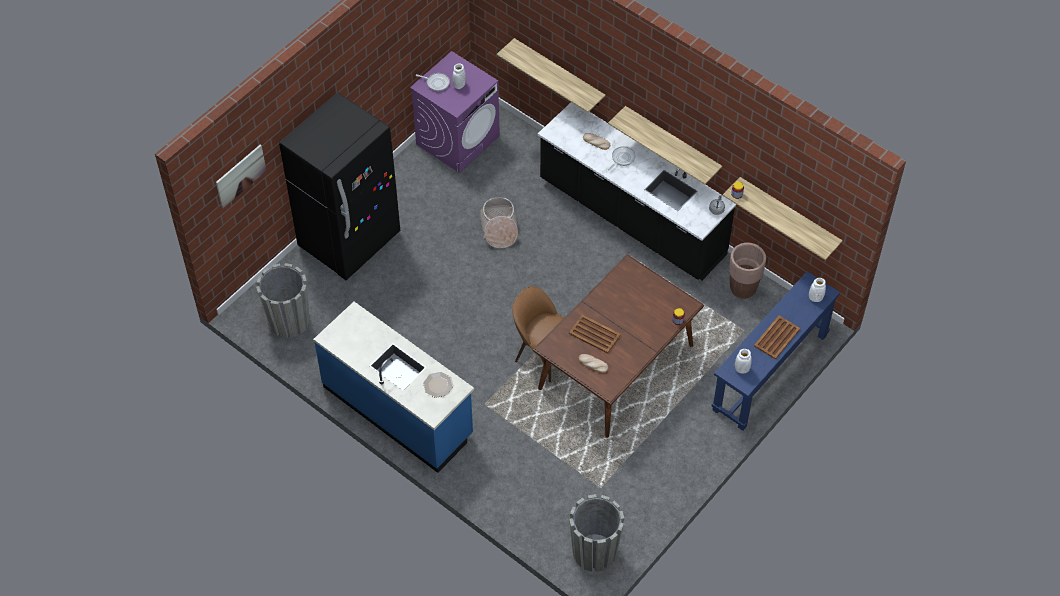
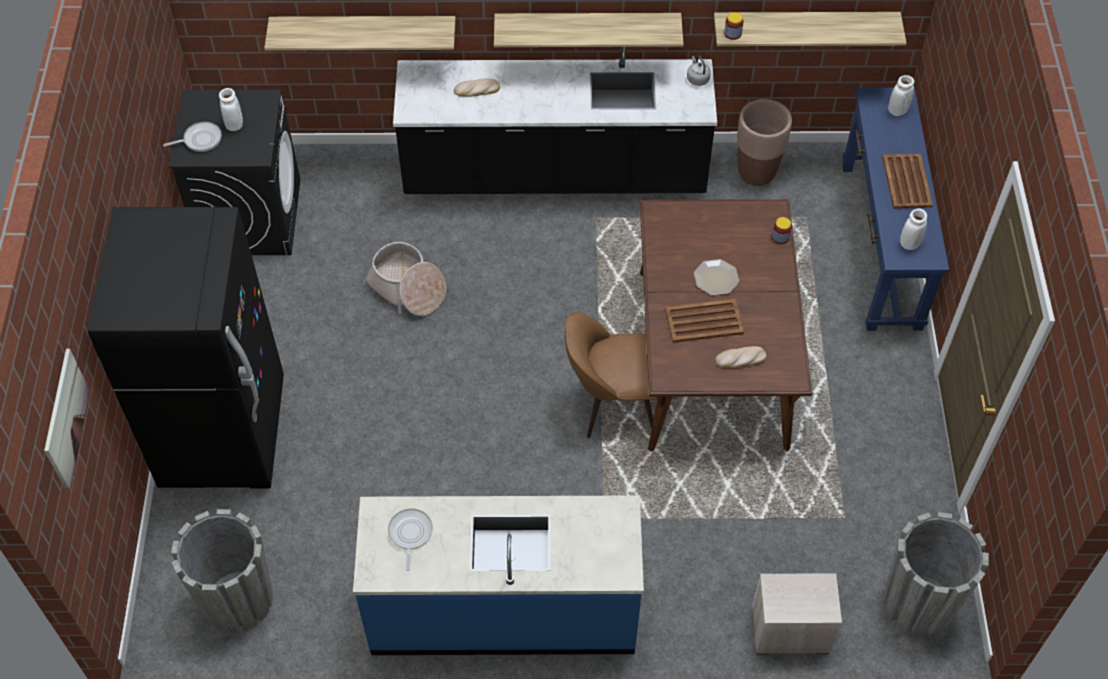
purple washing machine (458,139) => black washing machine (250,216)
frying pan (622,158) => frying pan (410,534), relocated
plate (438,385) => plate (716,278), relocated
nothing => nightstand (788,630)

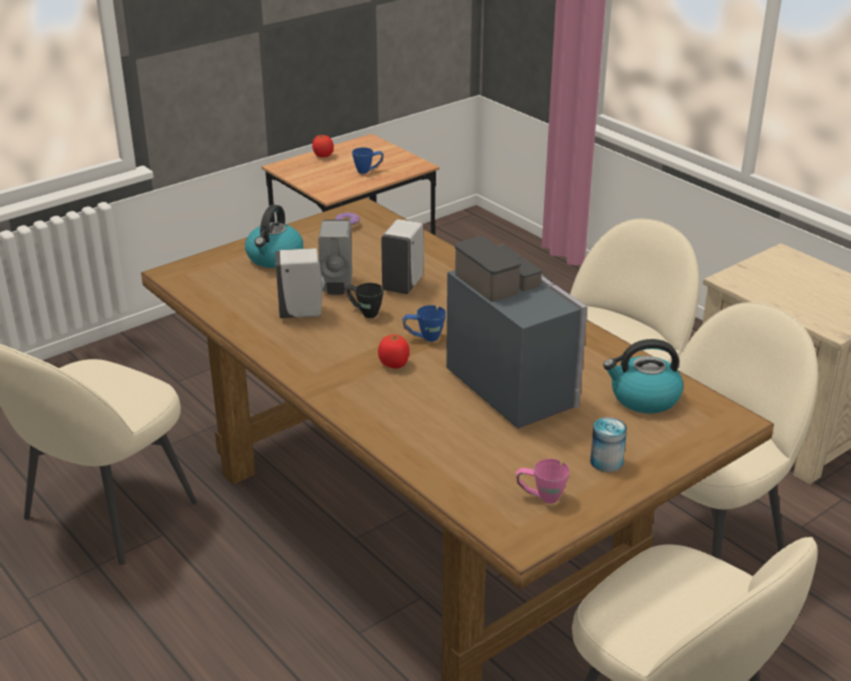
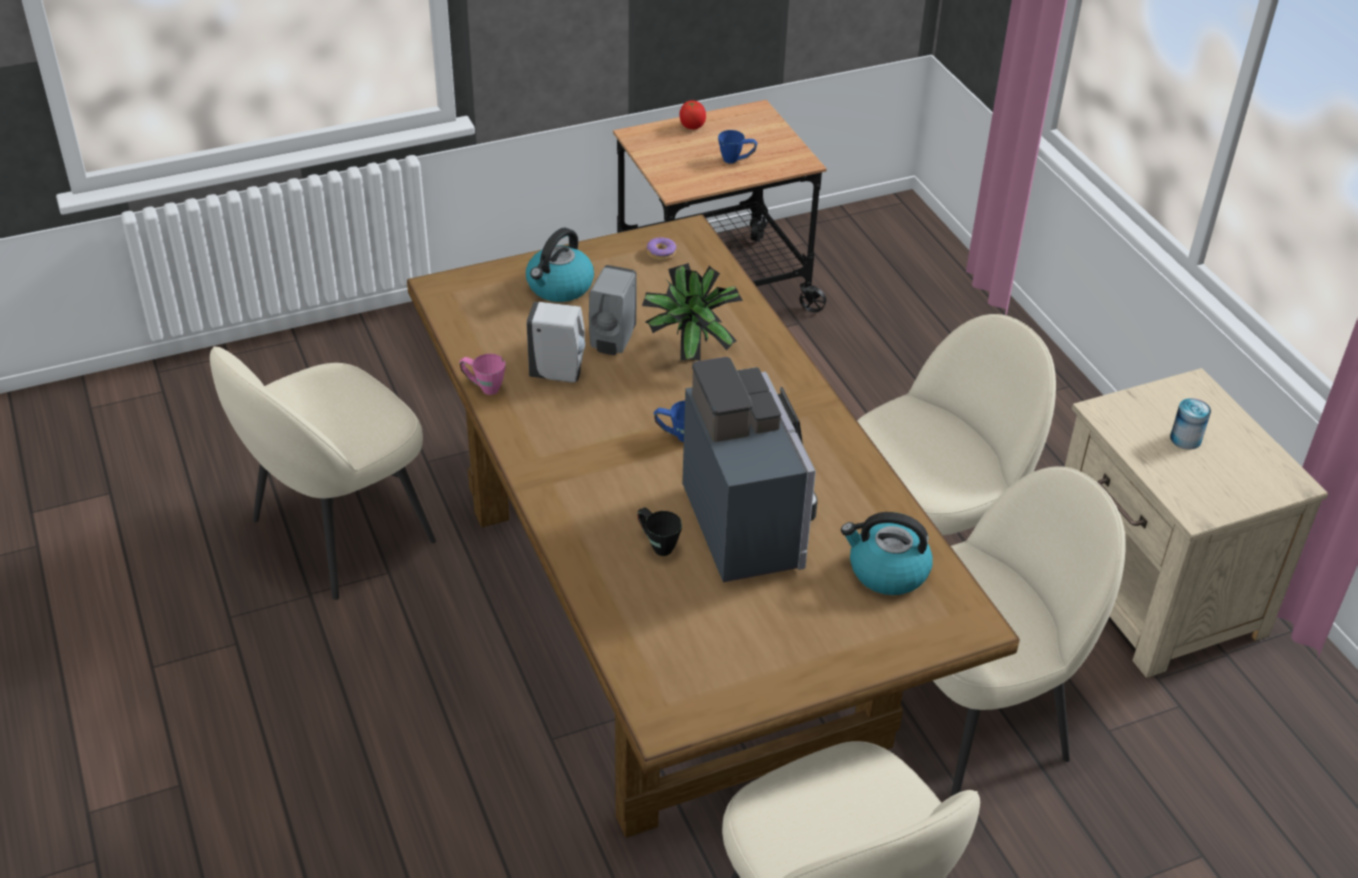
pink mug (540,497) => pink mug (483,387), relocated
black mug (364,312) => black mug (657,544), relocated
white soap dispenser (403,284) => potted plant (688,355)
can (606,462) => can (1185,439), relocated
tomato (394,364) => nothing

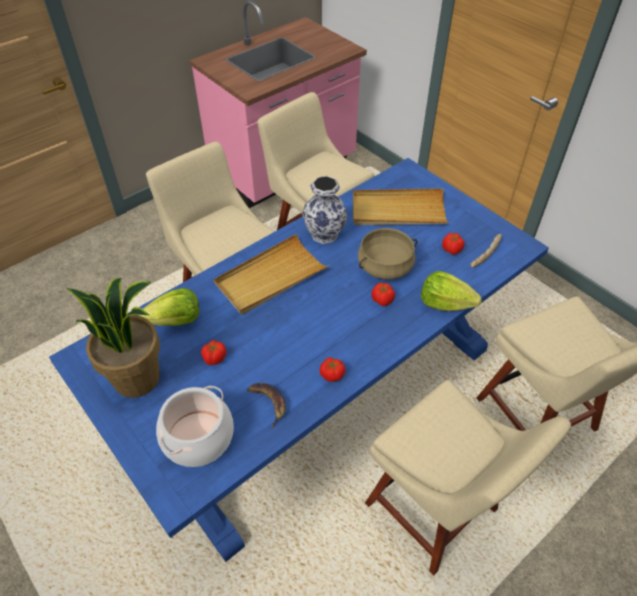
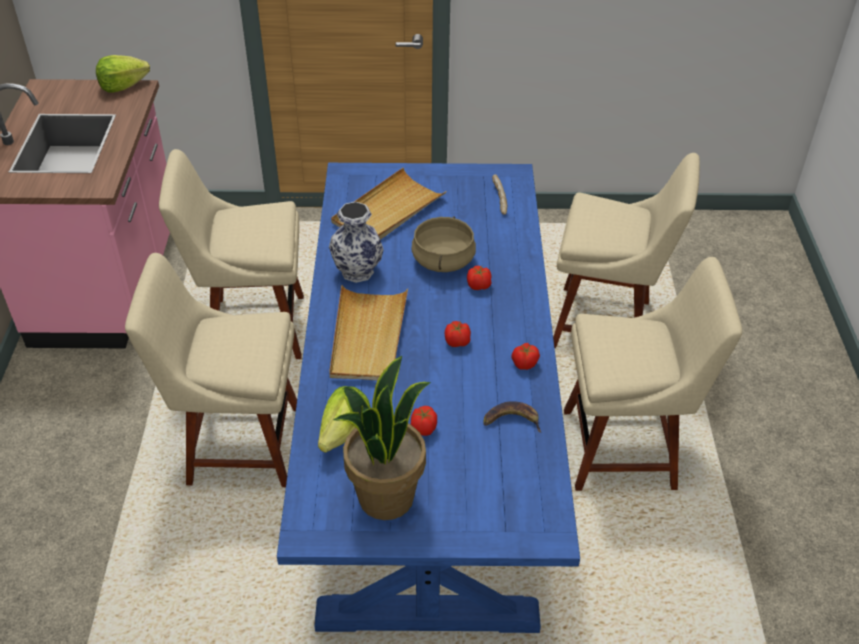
lettuce (445,303) => lettuce (123,86), relocated
tomato (451,250) => tomato (457,342), relocated
cooking pot (198,437) => nothing

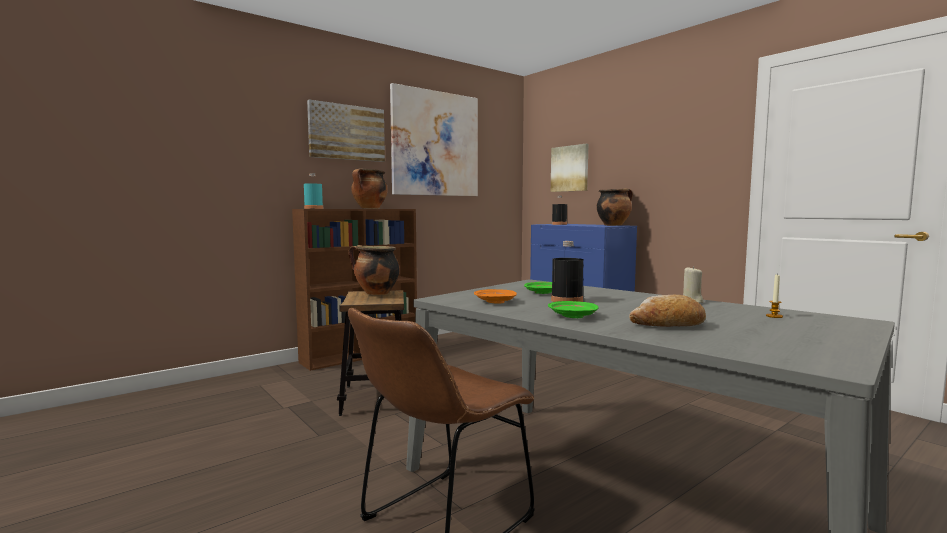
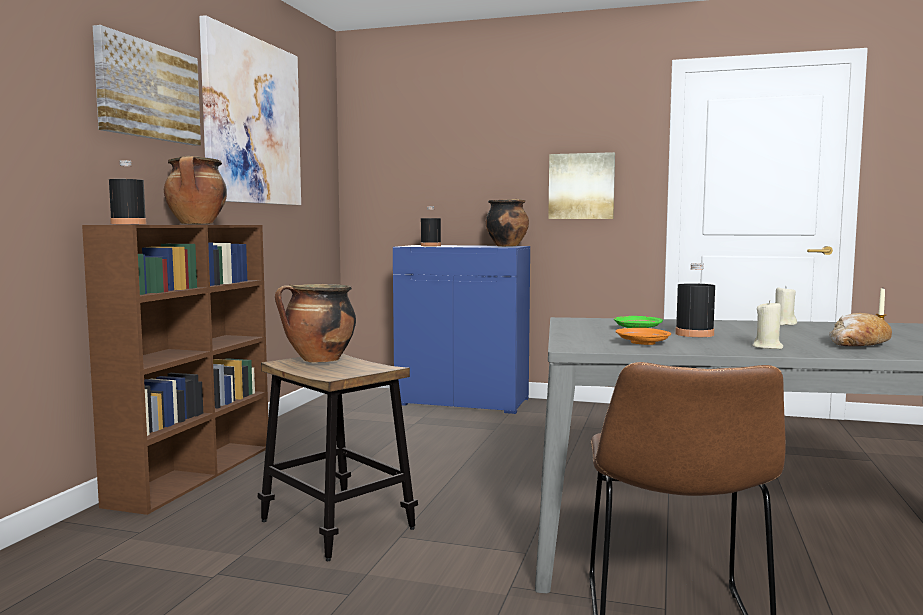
turquoise bottle (313,208) => black bottle (128,224)
picture (570,168) => picture (581,186), relocated
green plate (572,316) => beige candle (767,347)

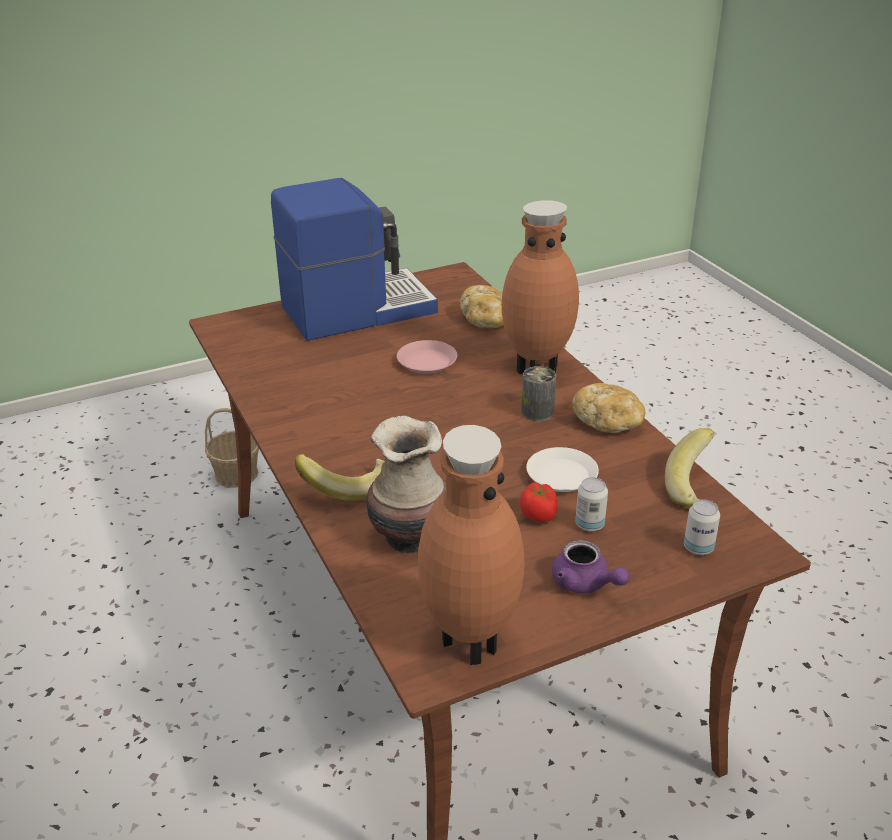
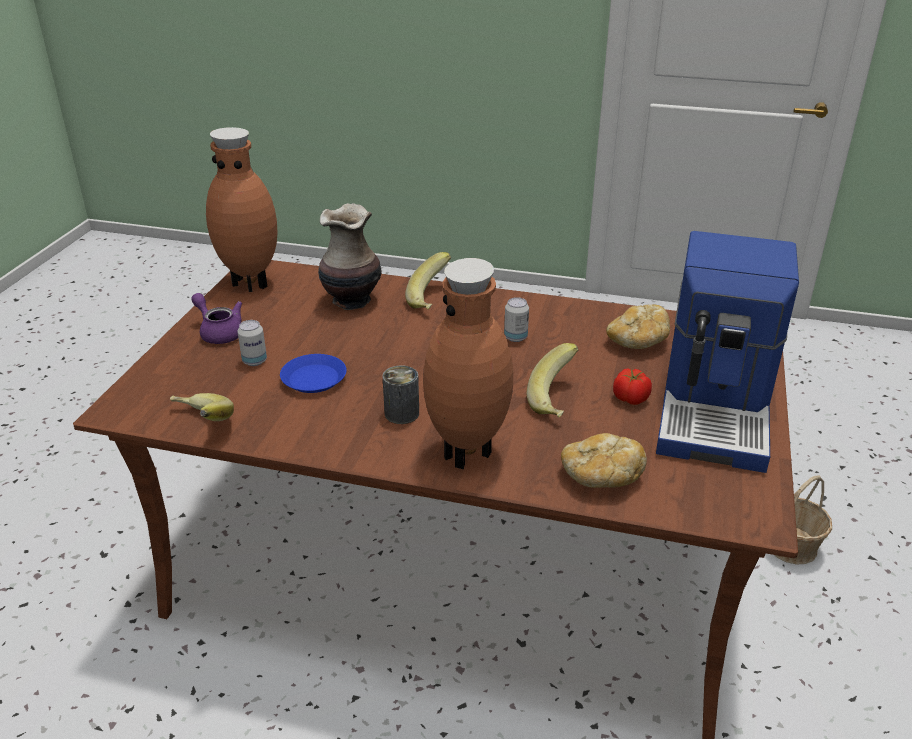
purple teapot (585,584) => purple teapot (219,332), 45 degrees clockwise
white plate (561,476) => blue plate (313,378)
can (698,548) => can (515,337), relocated
pink plate (427,362) => banana (557,400)
bread (608,422) => bread (637,342), relocated
tomato (538,515) => tomato (630,399), relocated

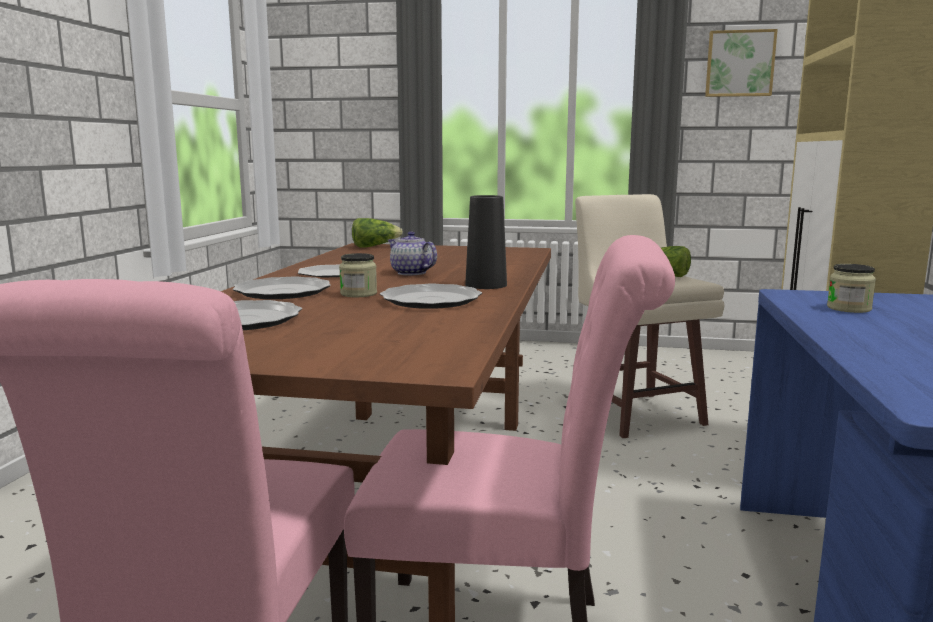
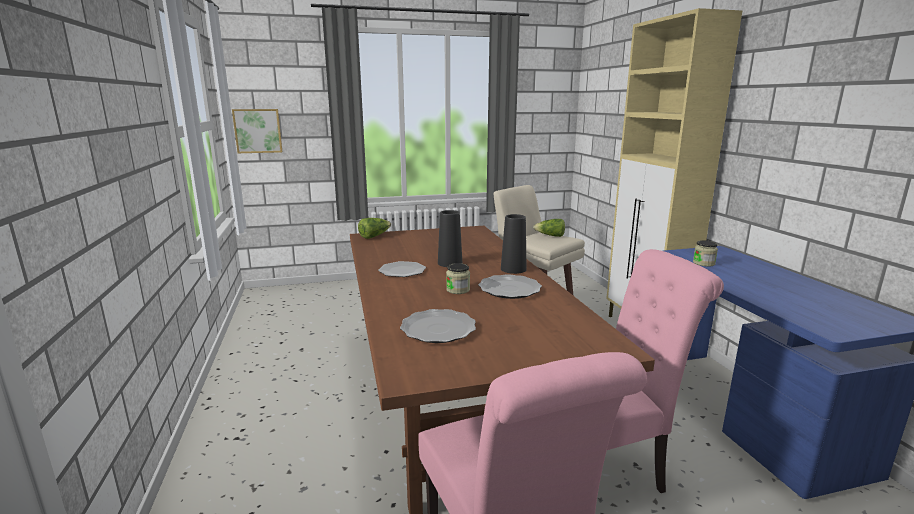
picture (739,64) => picture (258,131), relocated
teapot (410,273) => black vase (450,263)
plate (283,292) => nothing

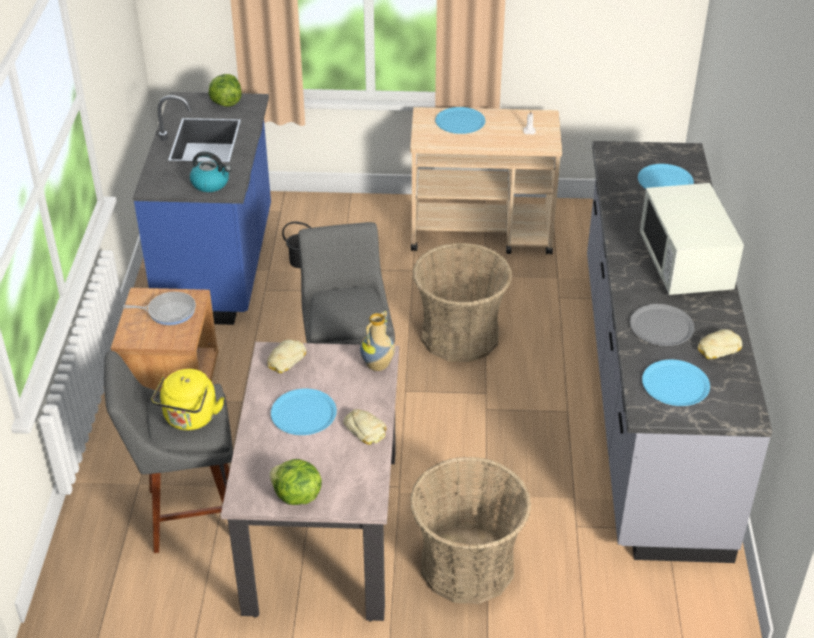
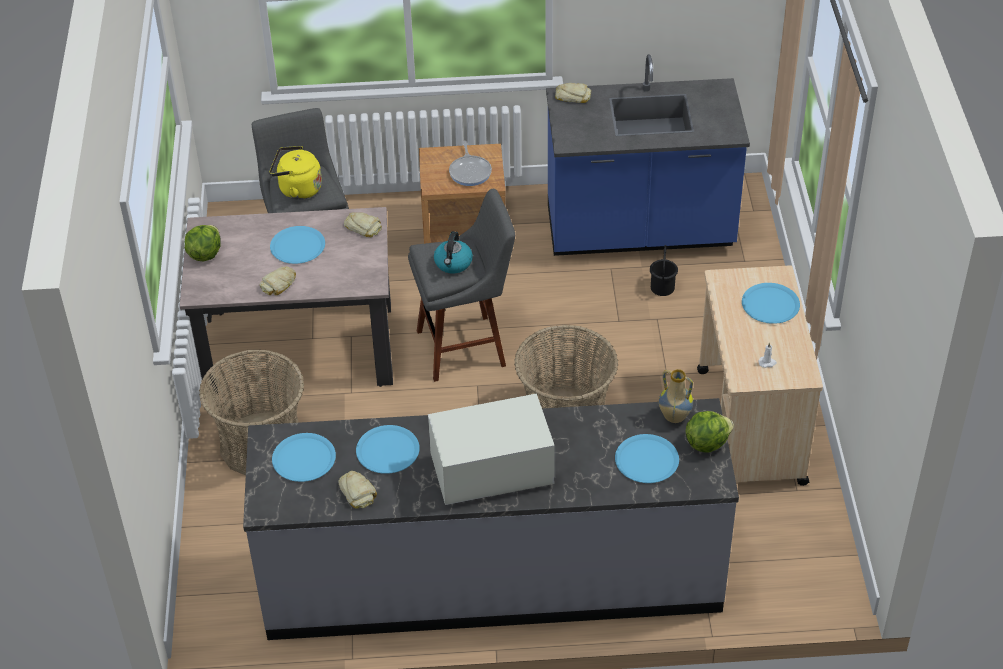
grey plate (661,326) => blue plate (387,450)
kettle (211,183) => kettle (453,263), relocated
nothing => bread (573,96)
vase (378,366) => vase (674,417), relocated
lettuce (226,103) => lettuce (706,442), relocated

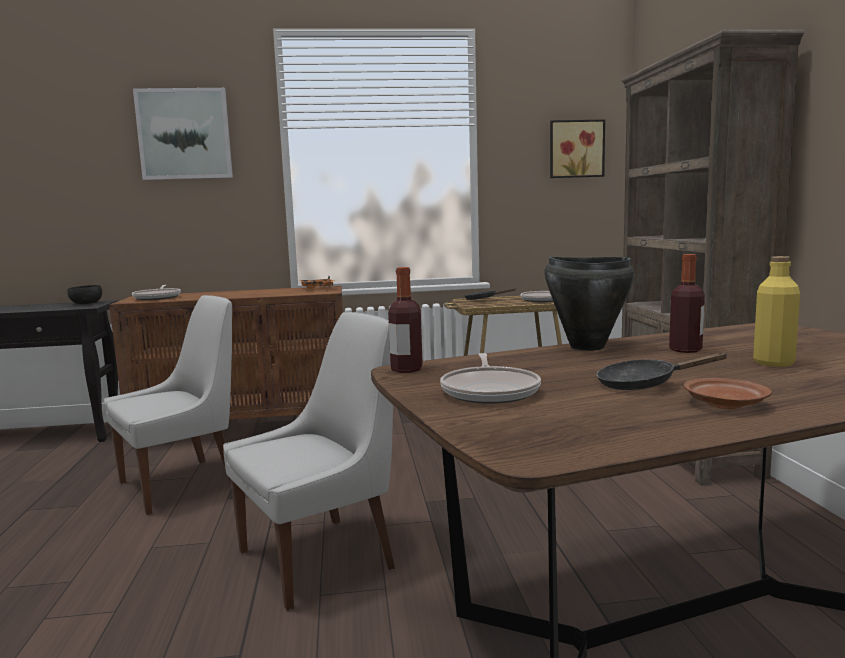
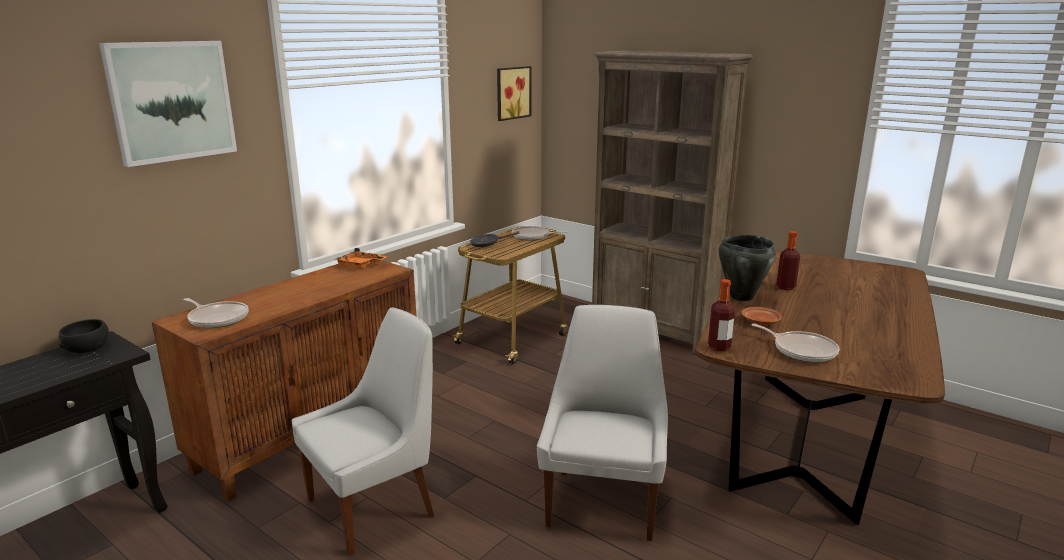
white chair (183,484) => white chair (375,506), 45 degrees clockwise
brown plate (724,404) => brown plate (760,322), relocated
black frying pan (643,384) => nothing
yellow bottle (773,363) => nothing

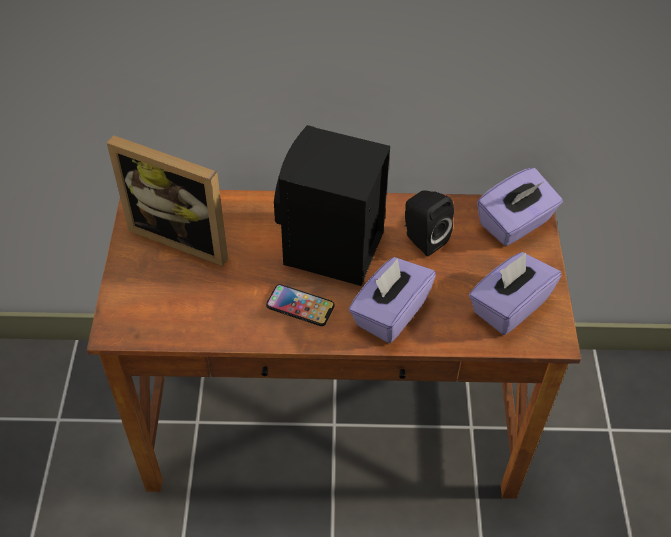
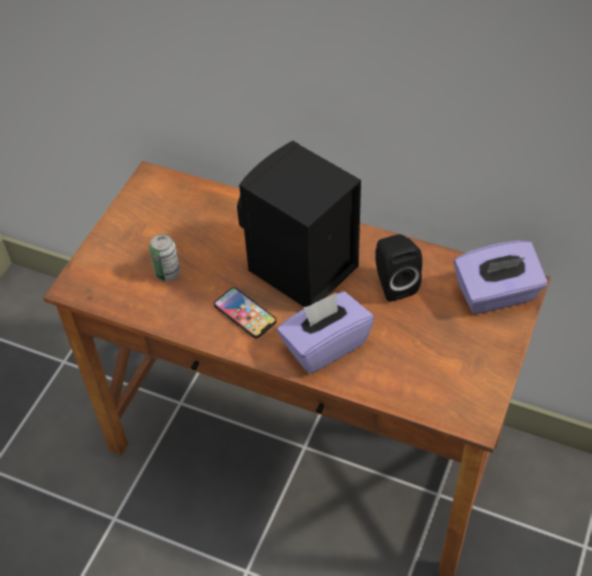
nothing => can (167,273)
picture frame (184,235) => nothing
purple tissue box (508,306) => nothing

